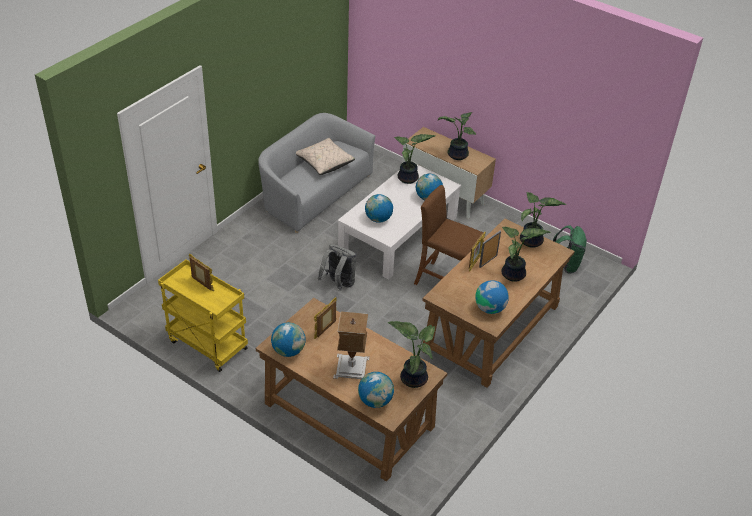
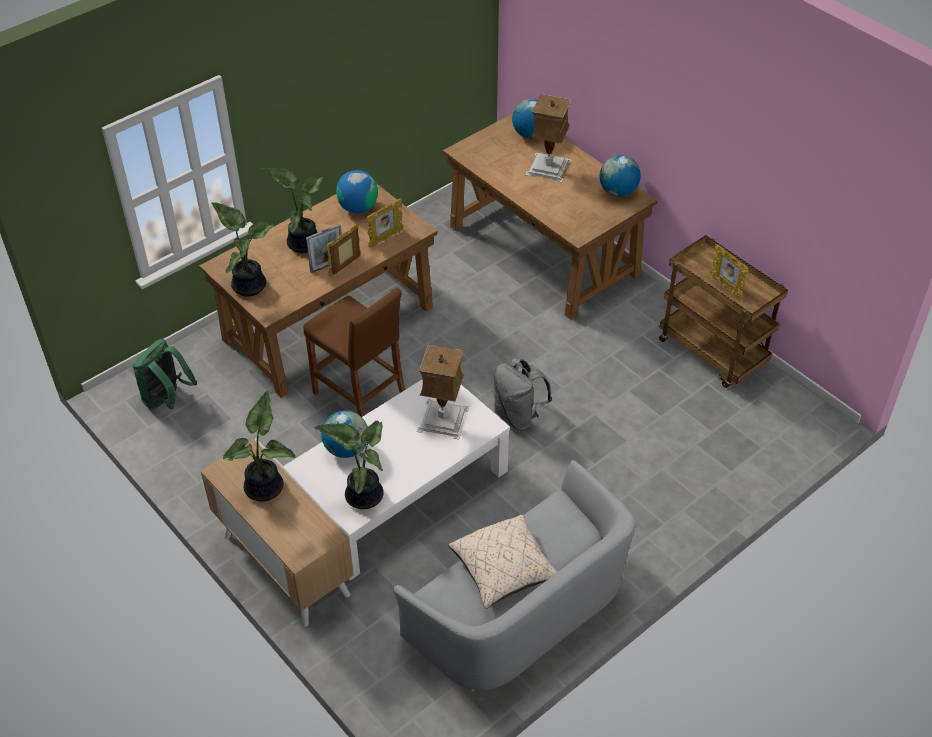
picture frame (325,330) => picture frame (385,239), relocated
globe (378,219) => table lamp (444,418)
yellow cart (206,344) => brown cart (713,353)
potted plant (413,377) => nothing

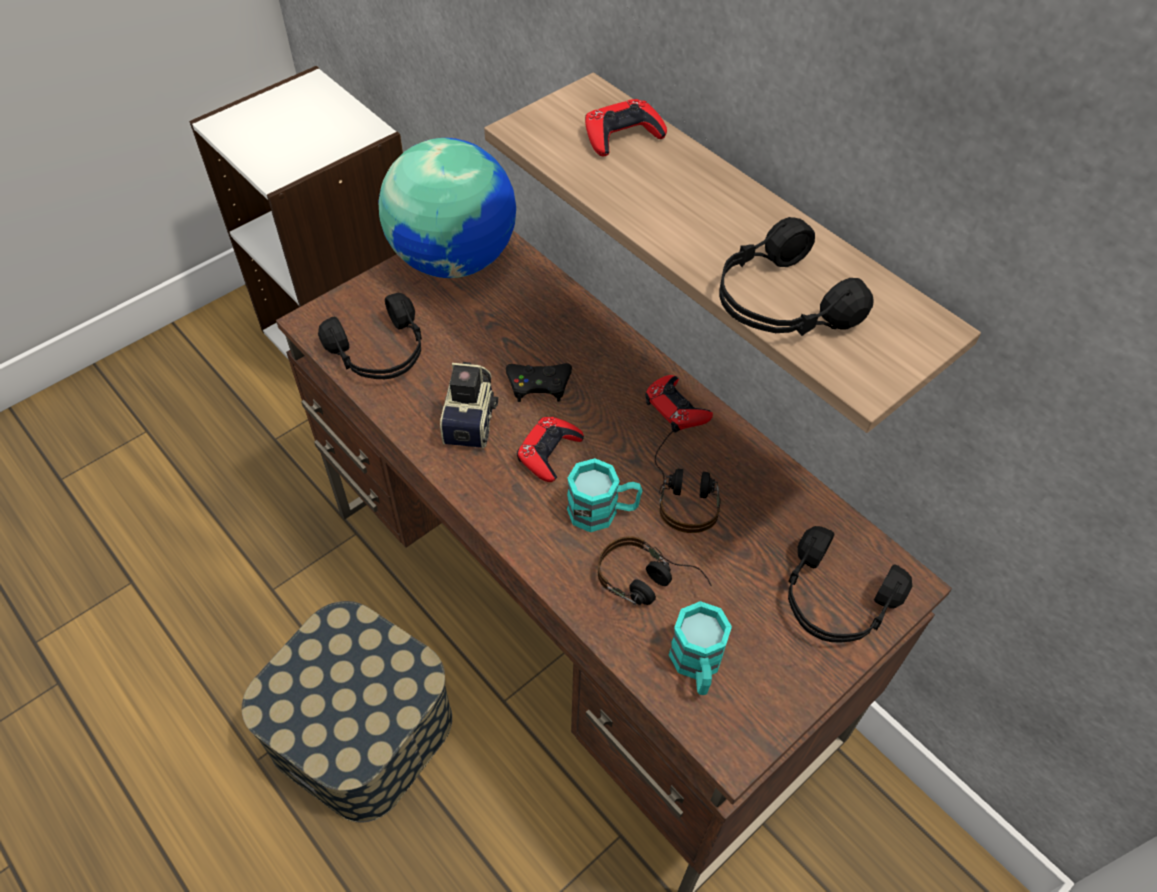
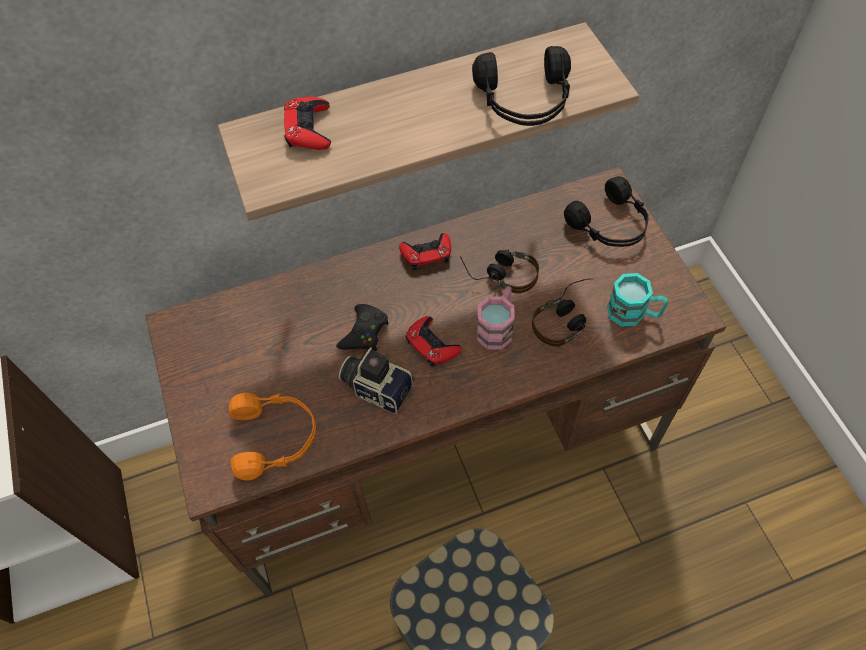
black headphones (381,353) => orange headphones (275,437)
turquoise mug (603,511) => pink mug (497,327)
globe (454,259) => nothing

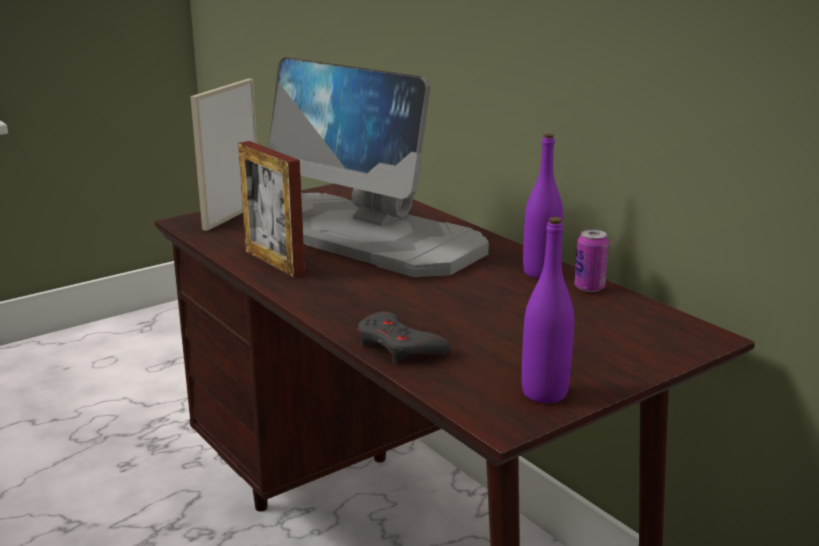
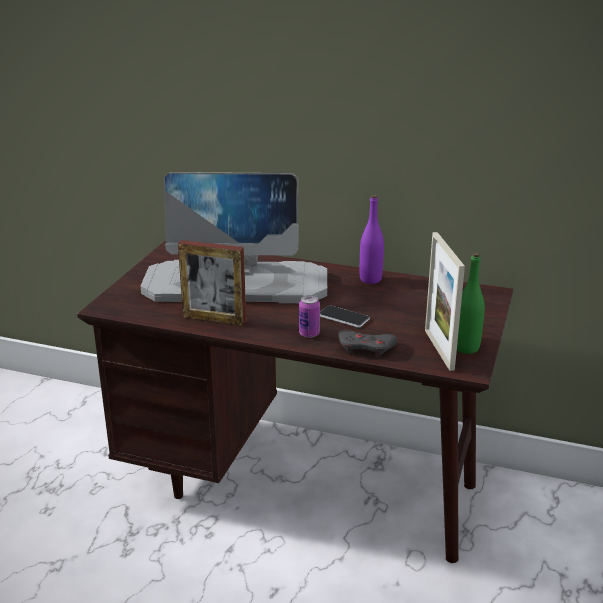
can (589,287) => can (309,334), relocated
nothing => phone (343,317)
picture frame (232,216) => picture frame (439,349), relocated
purple bottle (544,393) => green bottle (466,348)

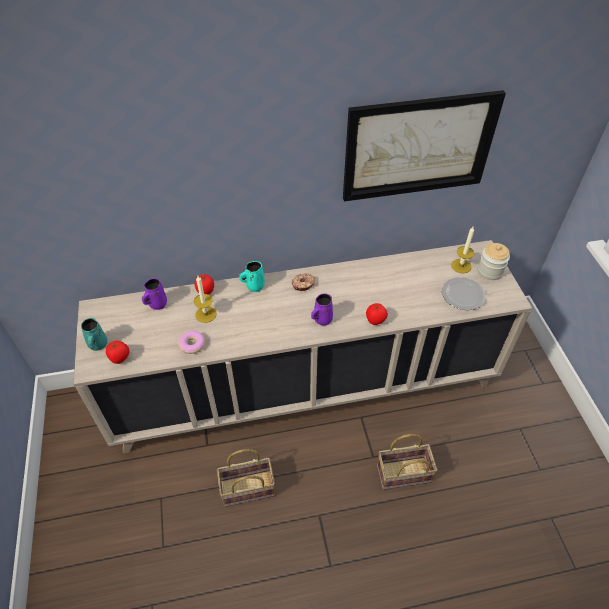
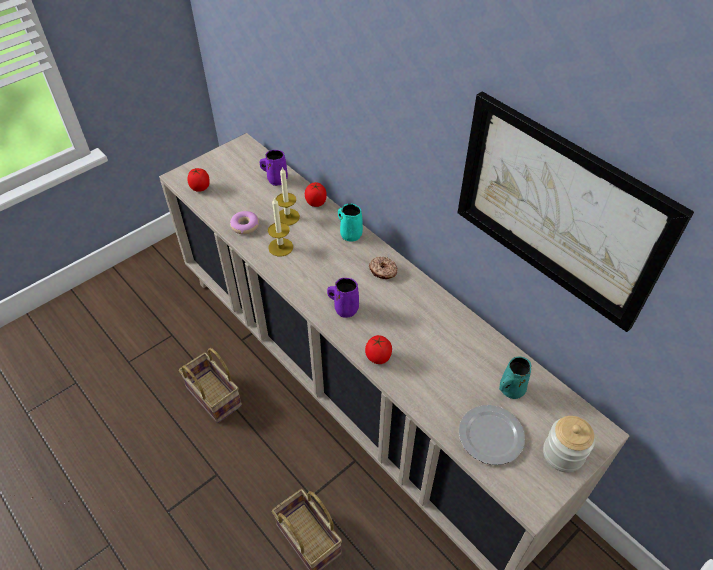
candle (461,266) => candle (280,247), relocated
turquoise mug (97,344) => turquoise mug (510,389), relocated

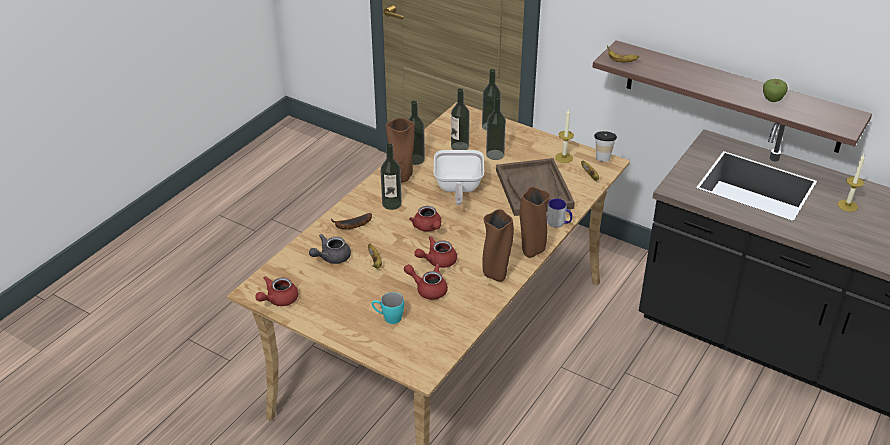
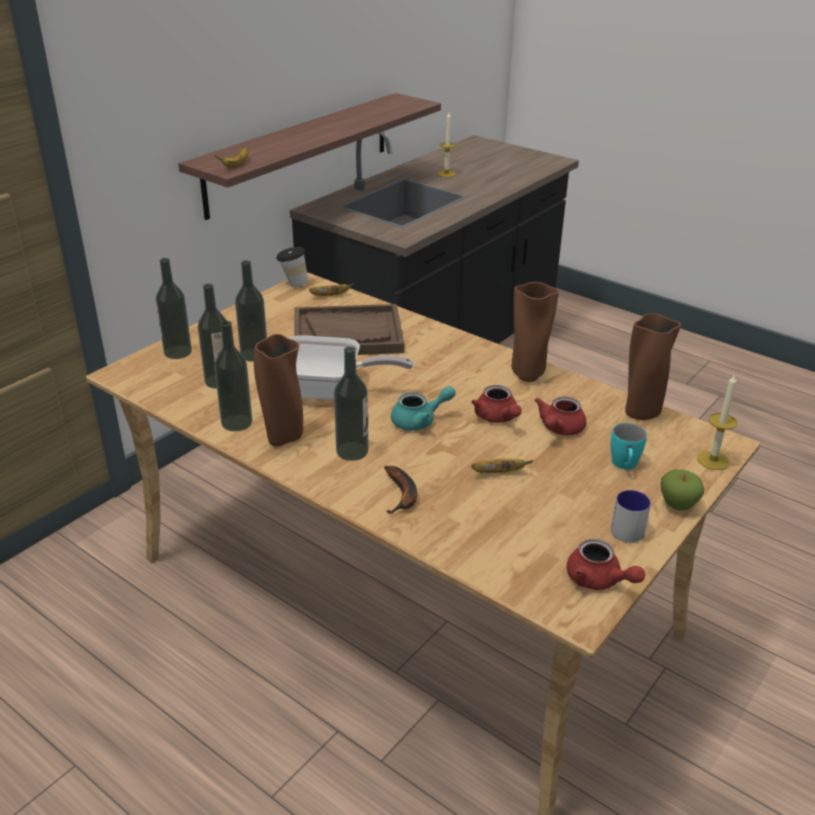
red teapot (428,227) => turquoise teapot (420,421)
mug (559,222) => mug (630,528), relocated
brown vase (532,251) => brown vase (641,412), relocated
apple (772,100) => apple (677,505), relocated
candle (564,157) => candle (713,460), relocated
grey teapot (331,257) => nothing

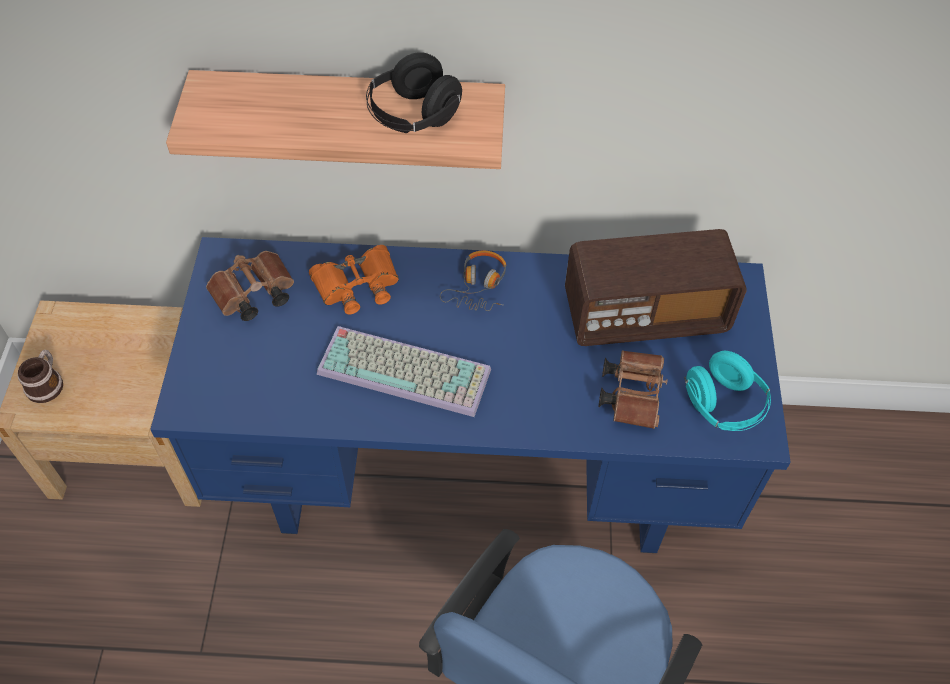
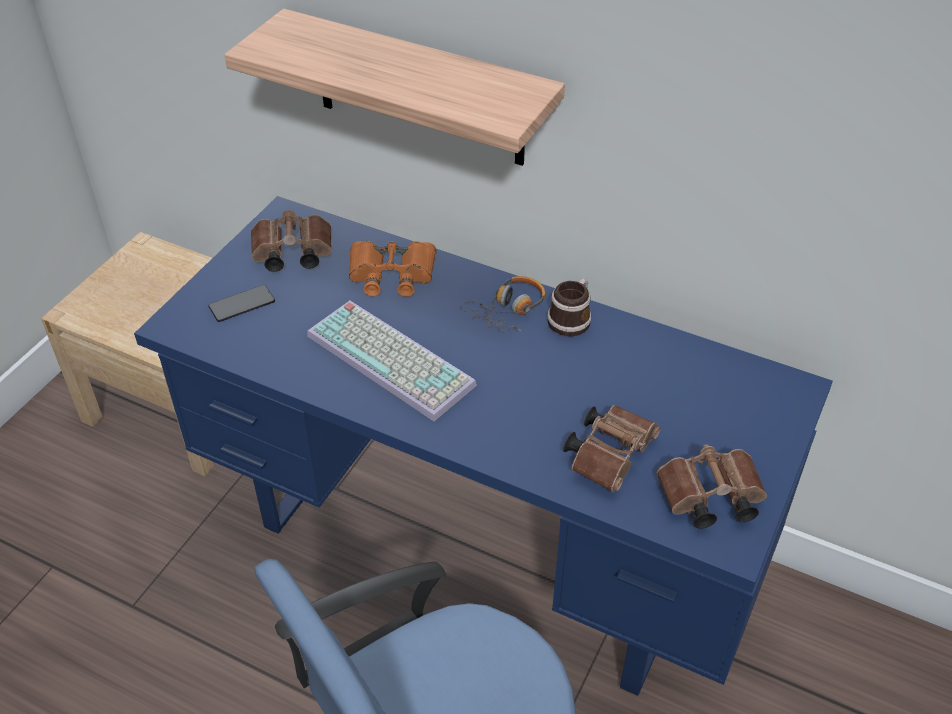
nothing => phone (242,304)
mug (47,383) => mug (572,318), relocated
turquoise headphones (723,405) => brown binoculars (707,499)
black headphones (413,116) => nothing
radio (645,315) => nothing

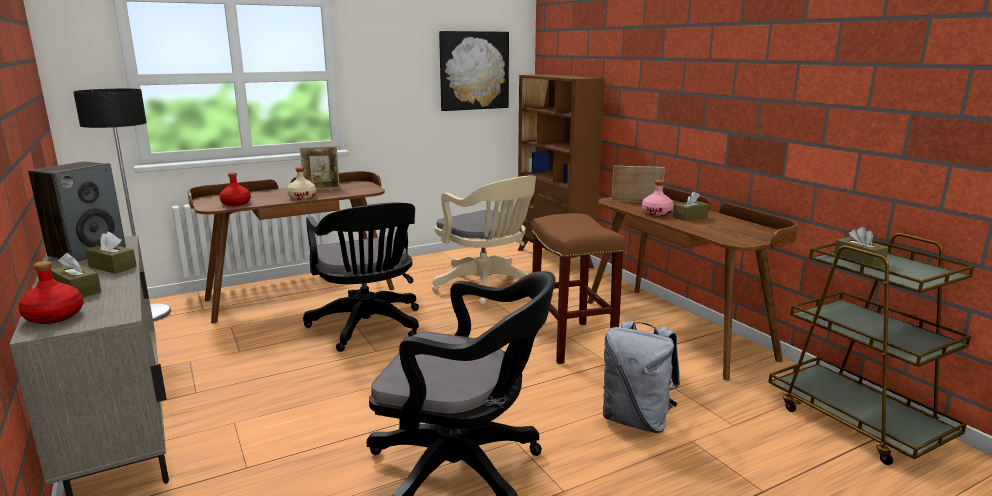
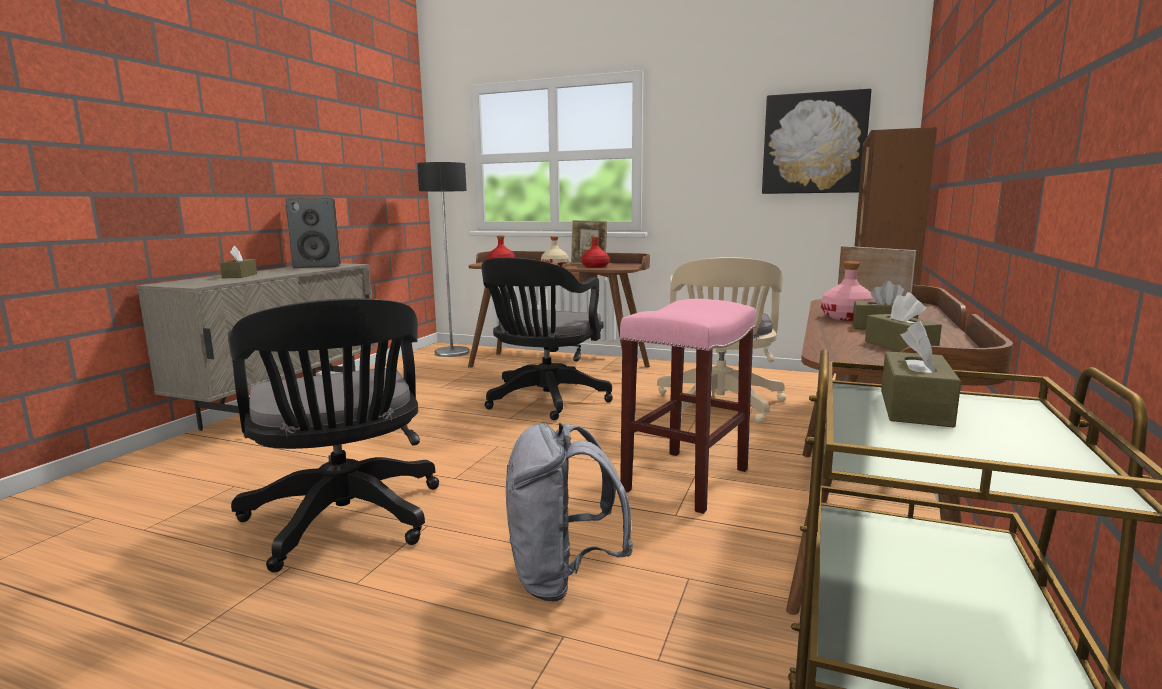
red bottle (55,316) => red bottle (595,266), relocated
brown stool (571,341) => pink stool (686,479)
brown tissue box (112,267) => brown tissue box (900,347), relocated

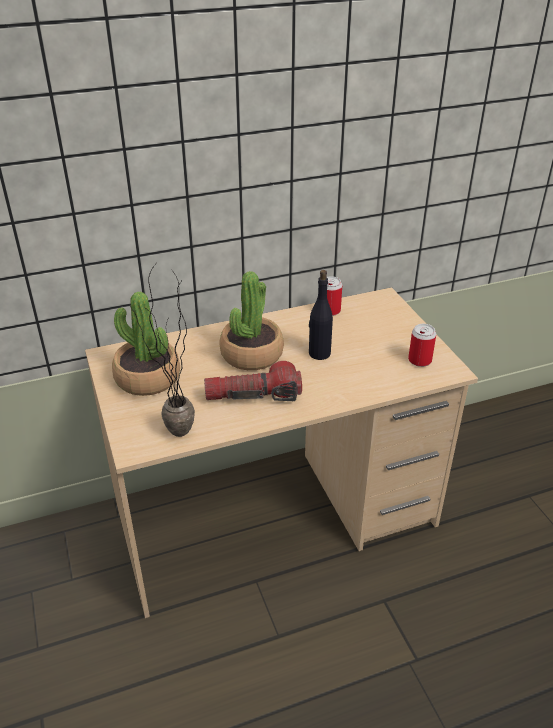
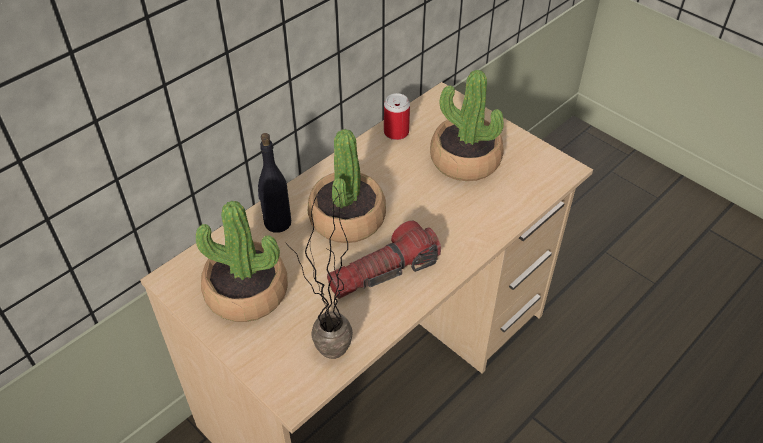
black bottle (319,353) => black bottle (277,223), relocated
nothing => potted plant (465,160)
can (419,360) => nothing

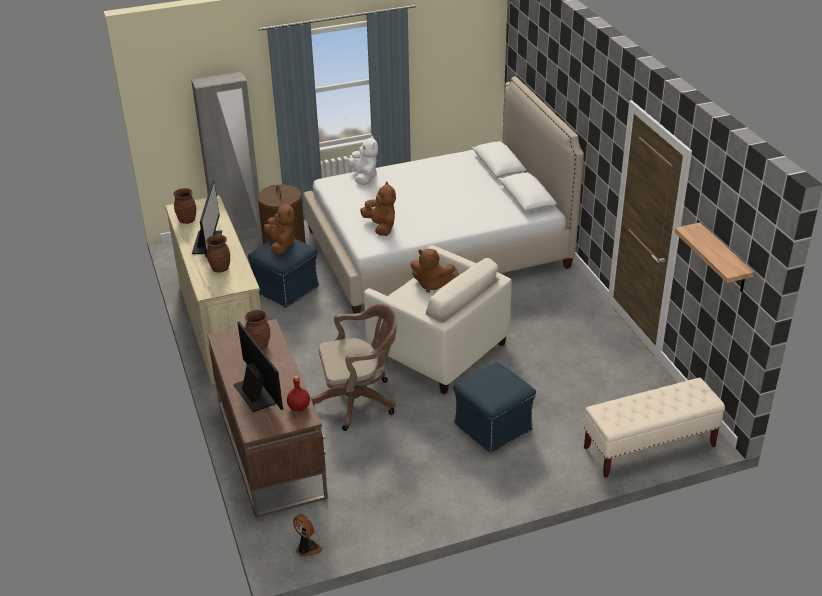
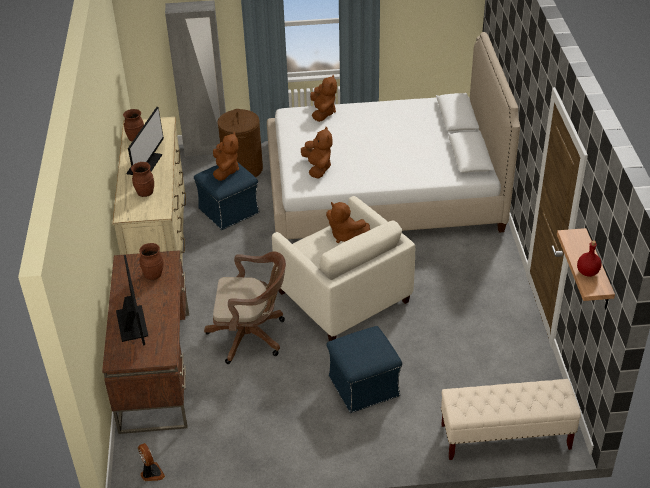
white plush toy (364,177) => brown plush toy (323,113)
red bottle (299,407) => red bottle (588,272), relocated

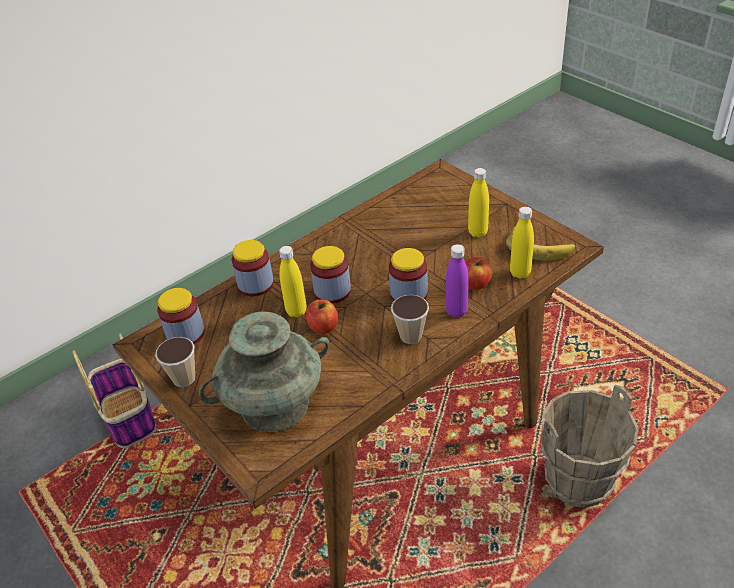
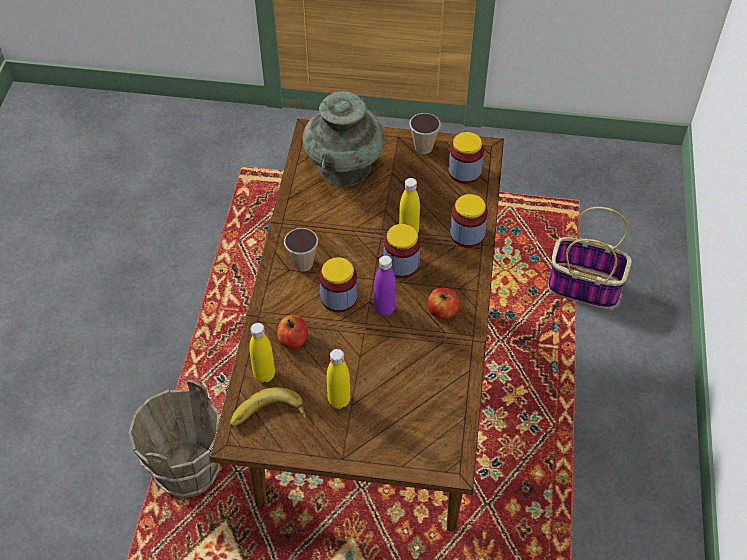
purple bottle (456,311) => purple bottle (384,309), relocated
apple (323,327) => apple (442,311), relocated

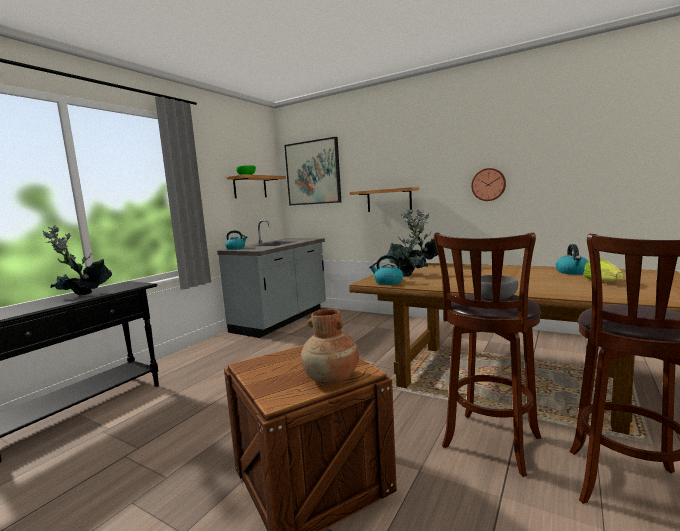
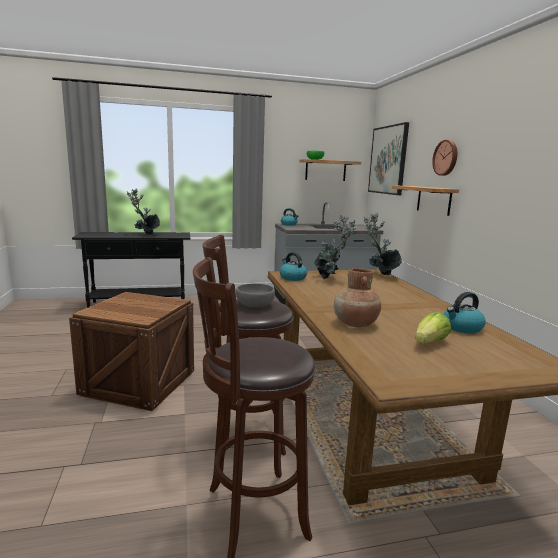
brown vase (331,378) => brown vase (355,324), relocated
wall clock (488,184) => wall clock (446,158), relocated

